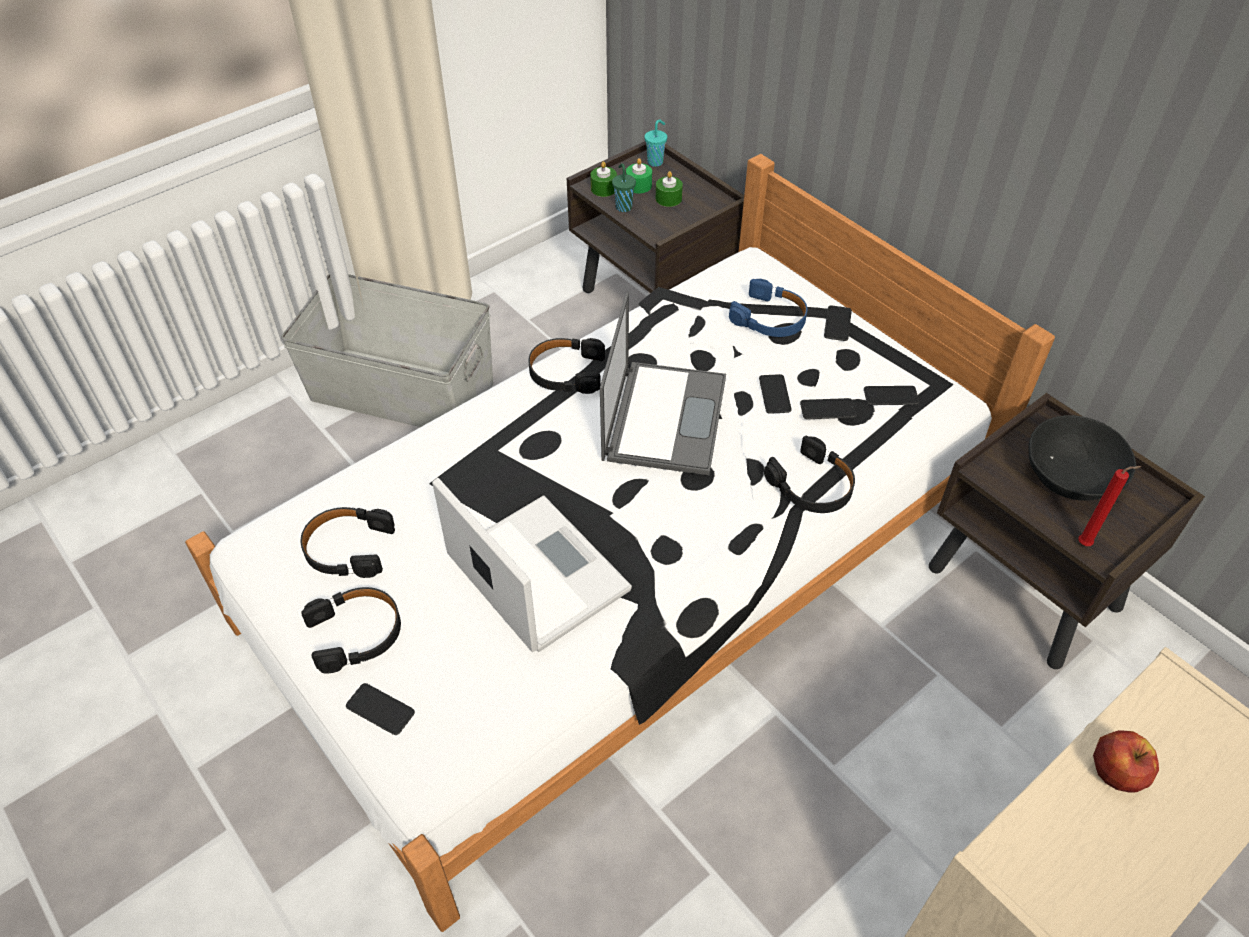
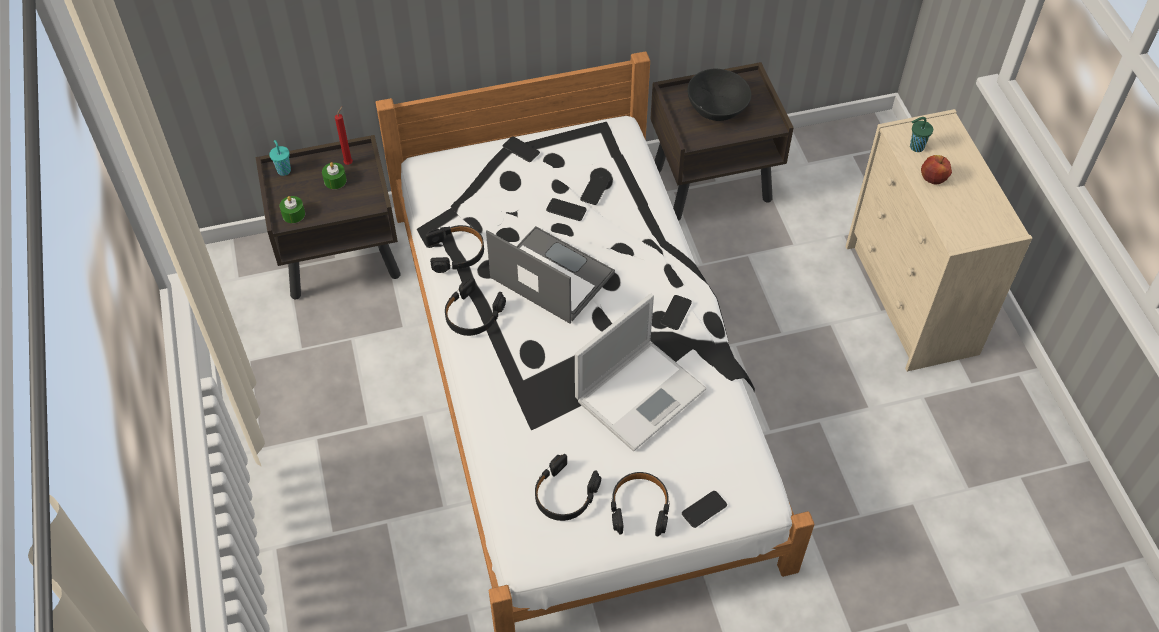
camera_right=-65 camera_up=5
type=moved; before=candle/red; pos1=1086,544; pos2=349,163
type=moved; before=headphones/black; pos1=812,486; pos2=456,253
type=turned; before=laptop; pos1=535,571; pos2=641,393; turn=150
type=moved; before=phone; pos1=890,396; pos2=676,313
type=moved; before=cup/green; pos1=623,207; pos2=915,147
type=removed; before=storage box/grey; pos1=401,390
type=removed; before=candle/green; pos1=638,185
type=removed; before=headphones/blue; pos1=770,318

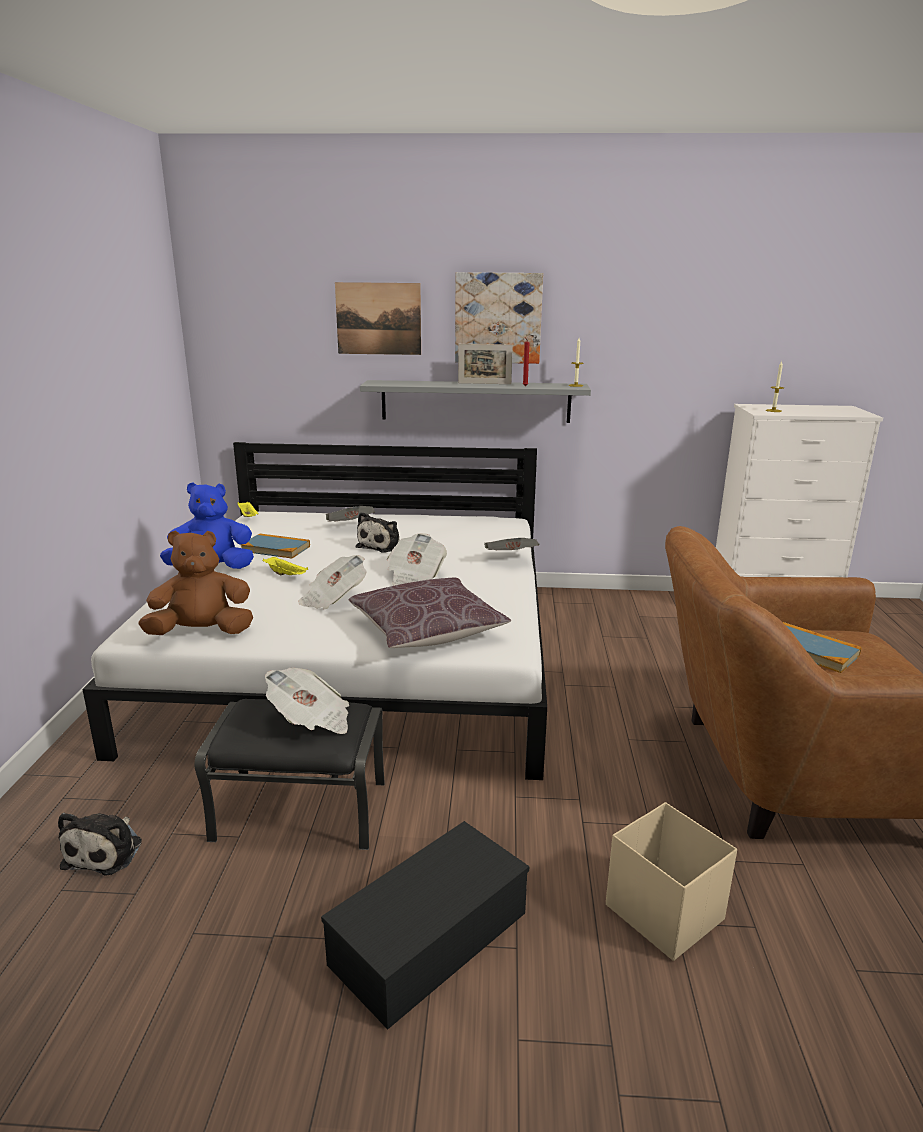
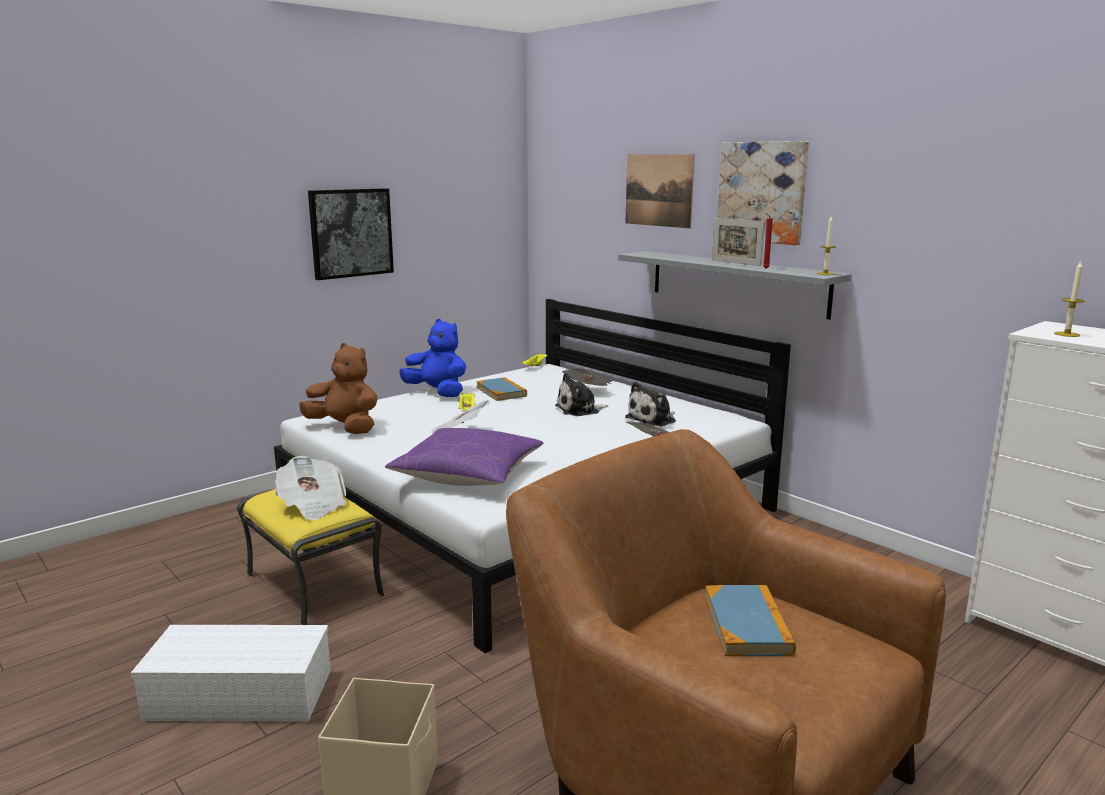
camera_right=45 camera_up=-5
type=recoloured; before=storage box/black; after=storage box/white; pos1=430,935; pos2=243,693
type=recoloured; before=ottoman/black; after=ottoman/yellow; pos1=302,810; pos2=315,584
type=added; after=picture; pos2=351,233
type=recoloured; before=pillow/brown; after=pillow/purple; pos1=427,630; pos2=467,474
type=moved; before=plush toy; pos1=106,851; pos2=653,419
type=removed; before=newspaper; pos1=414,577

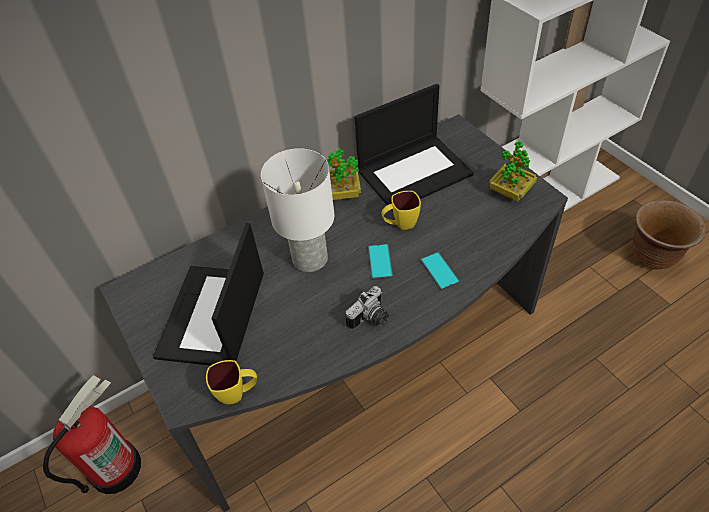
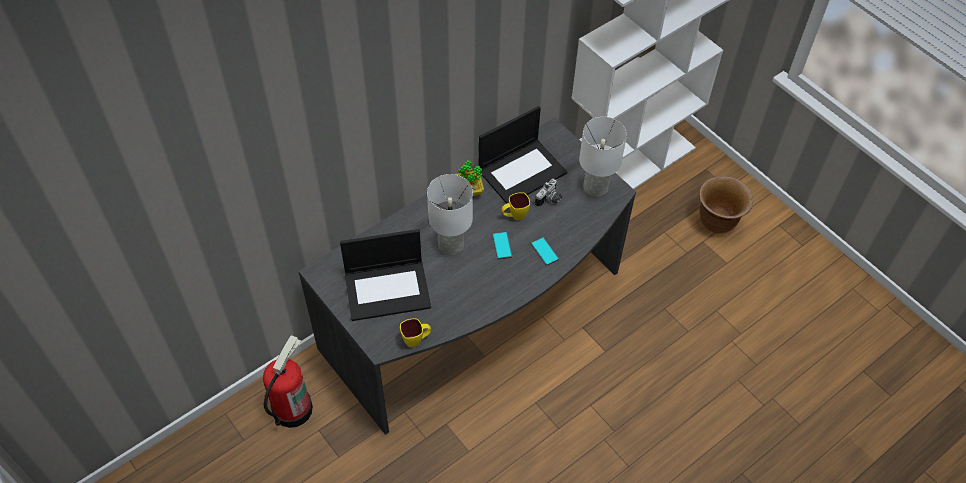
camera_right=-10 camera_up=5
type=turned; before=laptop; pos1=213,316; pos2=388,289; turn=-105
type=moved; before=photo camera; pos1=371,319; pos2=550,200
type=replaced; before=potted plant; after=table lamp/white; pos1=510,192; pos2=594,187

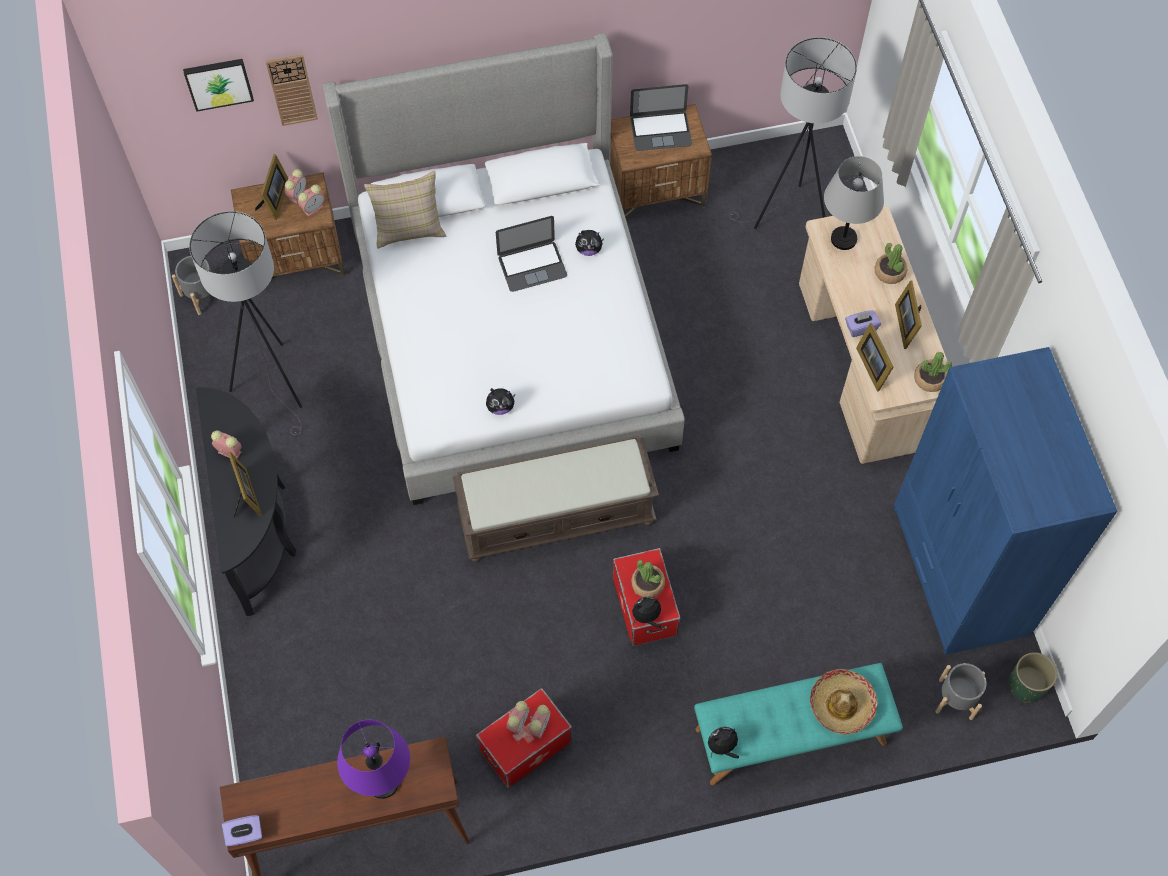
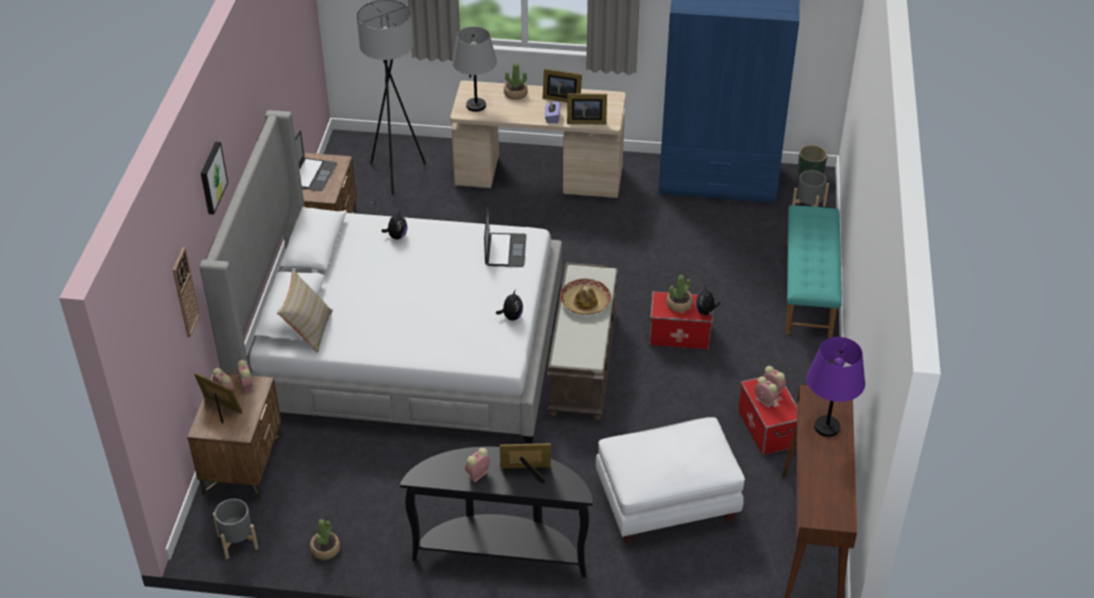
camera_right=-70 camera_up=-20
type=moved; before=picture; pos1=218,83; pos2=211,177
type=moved; before=potted plant; pos1=929,379; pos2=325,549
type=moved; before=laptop; pos1=532,266; pos2=505,250
type=moved; before=hat; pos1=841,704; pos2=585,302
type=added; after=ottoman/white; pos2=666,503
type=removed; before=floor lamp/grey; pos1=276,384
type=removed; before=tissue box/purple; pos1=245,834
type=removed; before=plush toy; pos1=722,747

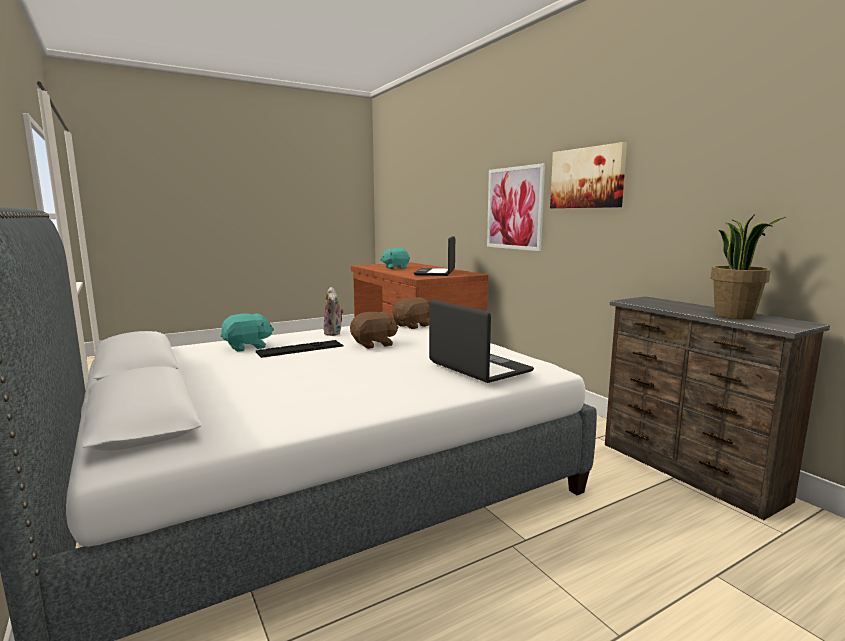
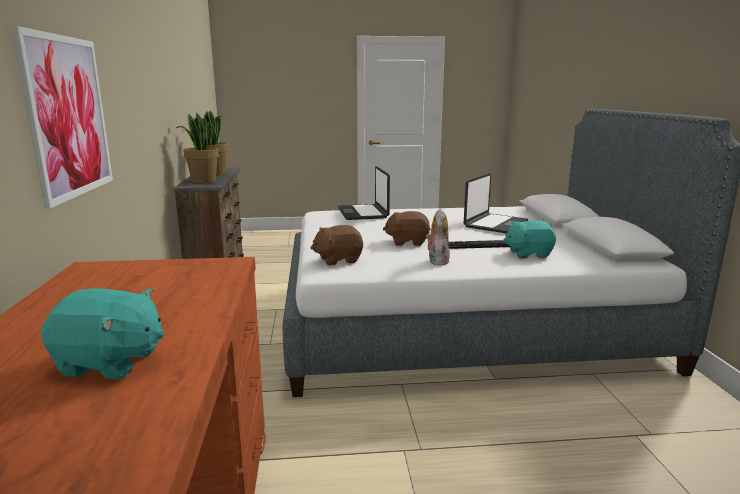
camera_right=-155 camera_up=5
type=added; after=potted plant; pos2=203,181
type=moved; before=laptop; pos1=435,273; pos2=495,224
type=removed; before=picture; pos1=587,178

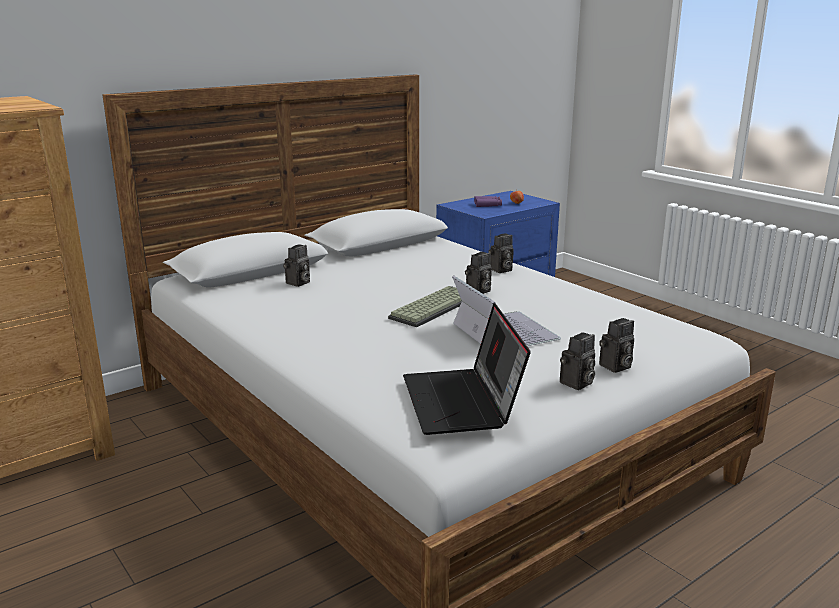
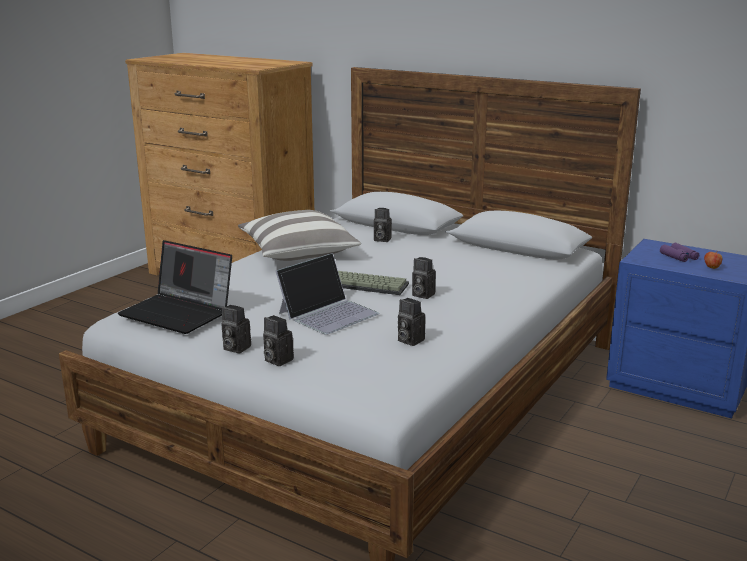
camera_right=70 camera_up=0
type=turned; before=laptop; pos1=463,402; pos2=179,313; turn=-120
type=added; after=pillow; pos2=298,252
type=moved; before=photo camera; pos1=500,270; pos2=409,340

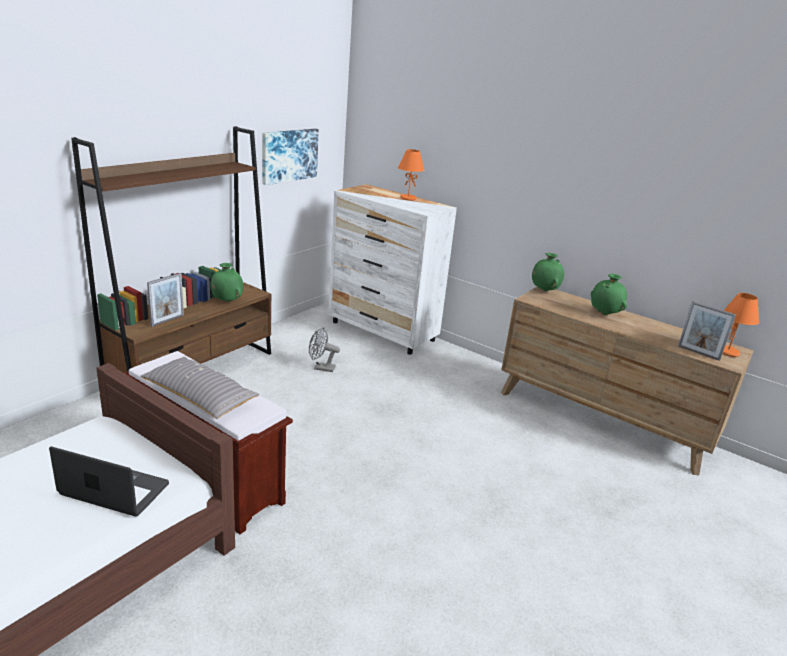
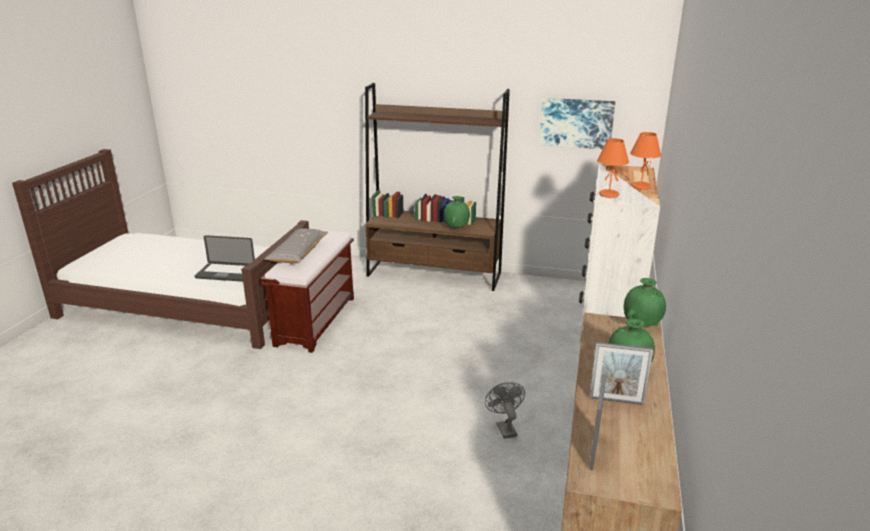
camera_right=70 camera_up=0
type=turned; before=laptop; pos1=114,490; pos2=225,273; turn=105
type=moved; before=fan/grey; pos1=321,368; pos2=504,427
type=moved; before=picture frame; pos1=167,320; pos2=616,401
type=moved; before=table lamp/orange; pos1=728,352; pos2=608,195

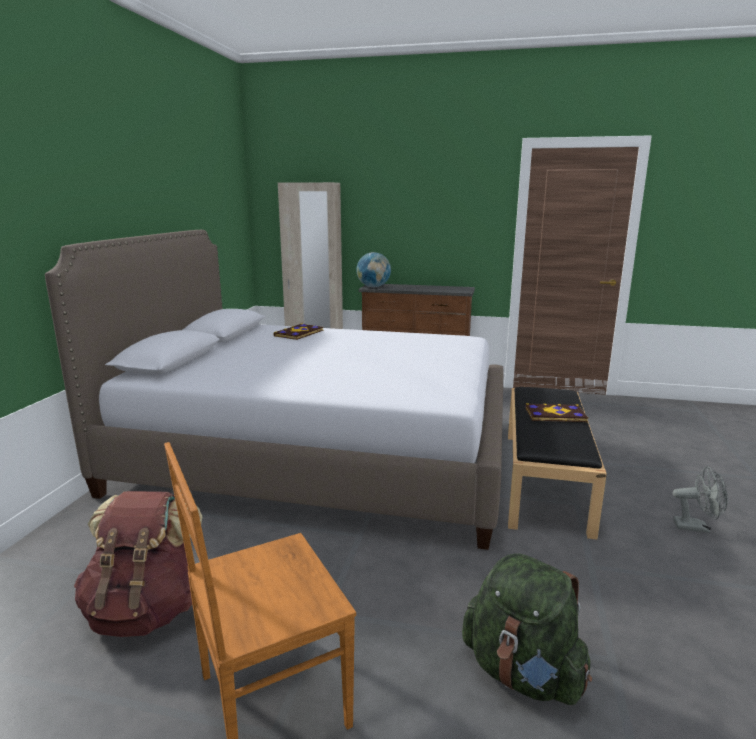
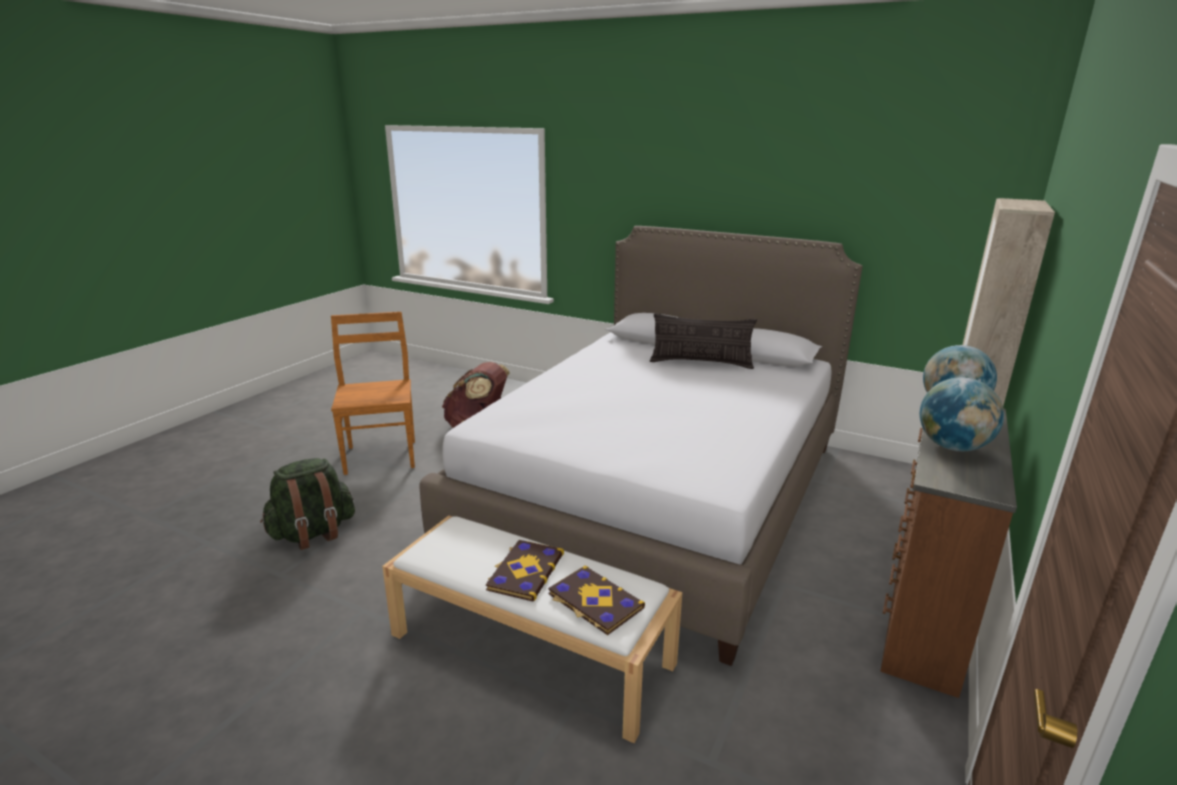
camera_right=105 camera_up=5
type=recoloured; before=bench/black; after=bench/white; pos1=543,478; pos2=533,649
type=moved; before=book; pos1=299,333; pos2=594,602
type=added; after=pillow; pos2=701,363
type=added; after=globe; pos2=952,447
type=removed; before=fan/grey; pos1=696,527

